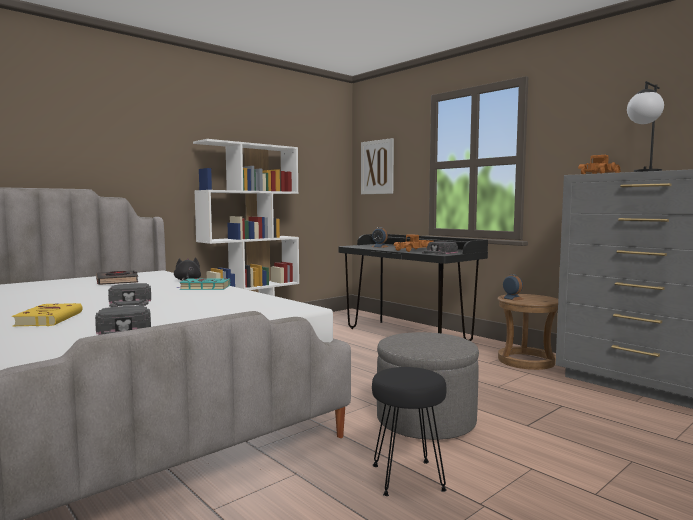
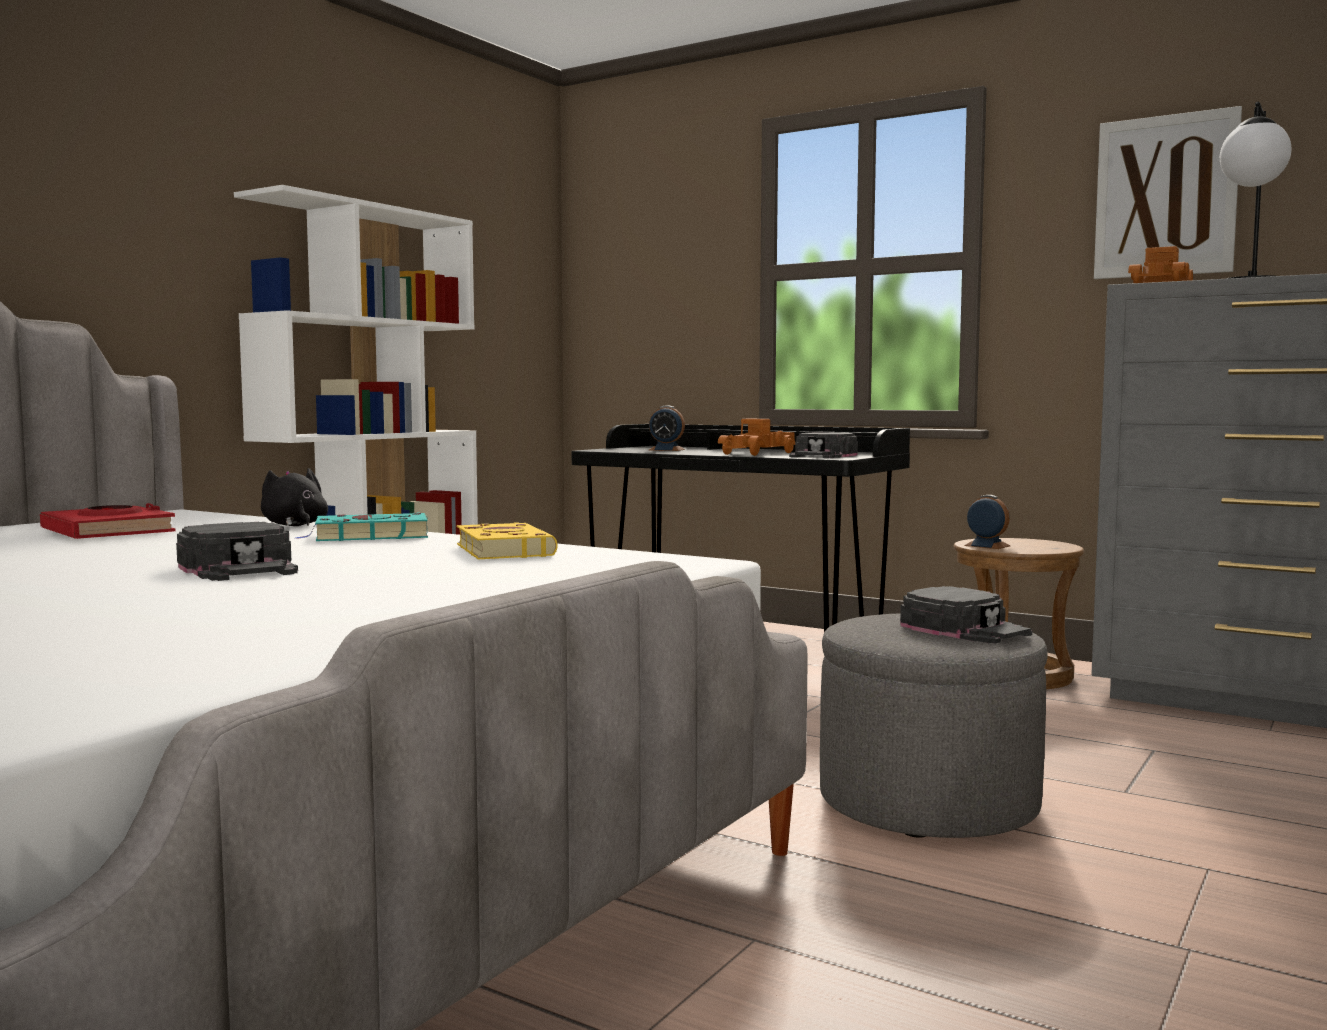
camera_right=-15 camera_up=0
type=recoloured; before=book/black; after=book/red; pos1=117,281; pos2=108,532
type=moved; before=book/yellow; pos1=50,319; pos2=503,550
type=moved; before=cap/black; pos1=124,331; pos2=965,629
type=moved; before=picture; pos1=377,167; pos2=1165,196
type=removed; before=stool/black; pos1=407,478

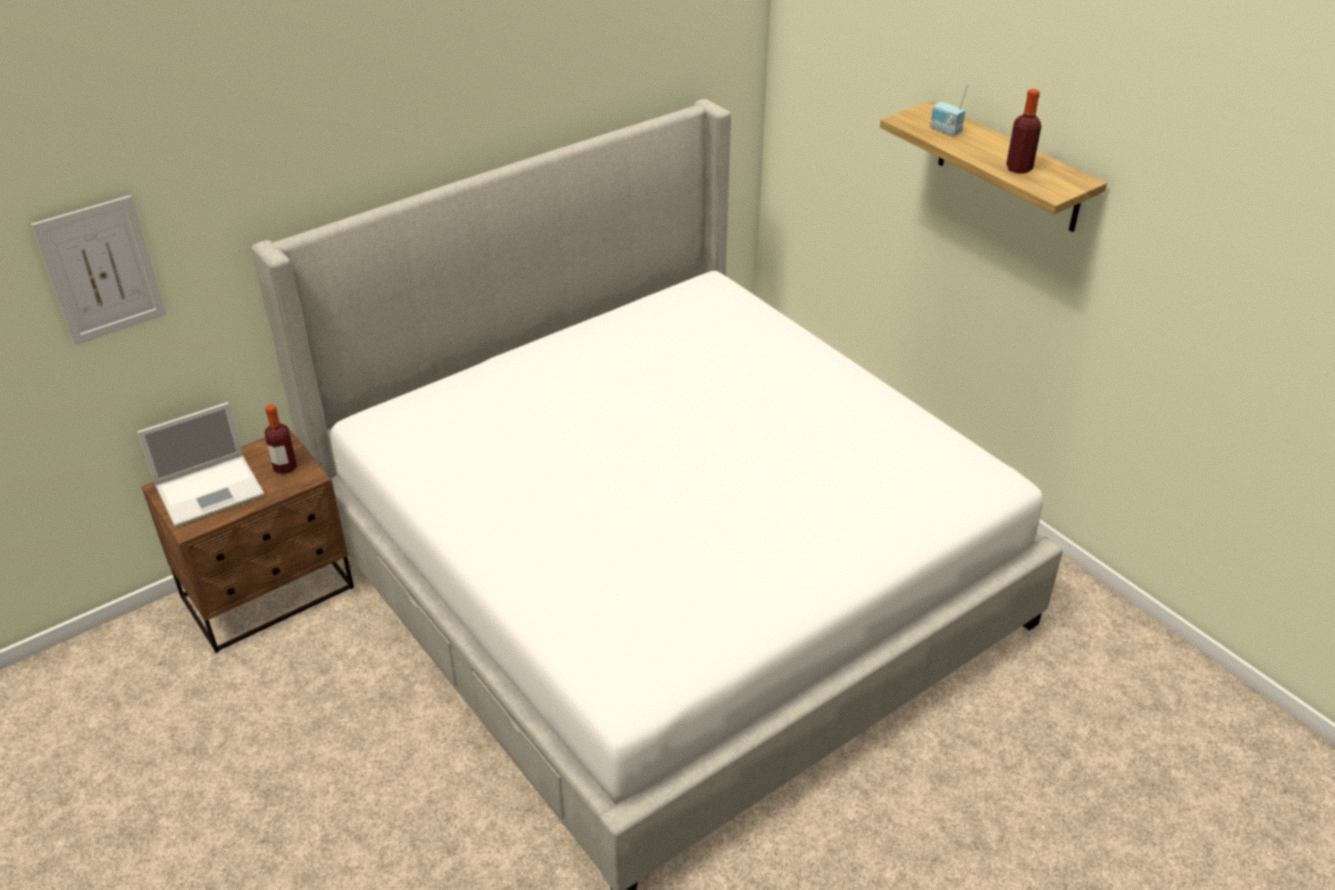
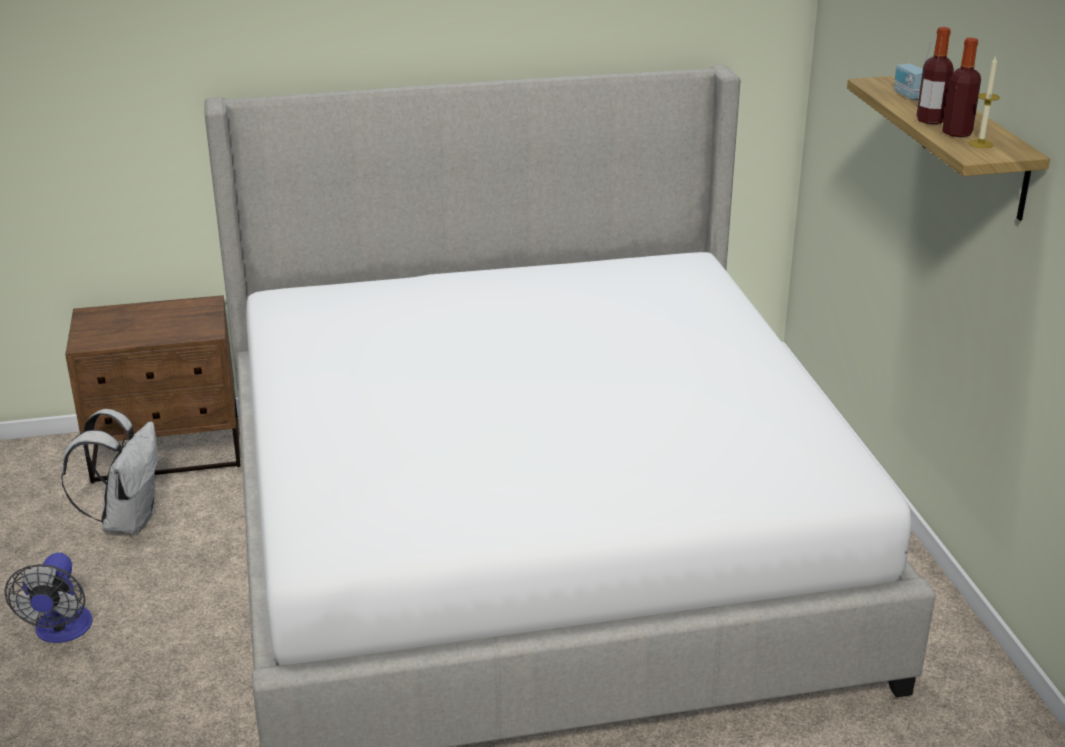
camera_right=25 camera_up=-10
type=added; after=fan; pos2=61,632
type=added; after=backpack/white; pos2=127,520
type=moved; before=bottle; pos1=285,467; pos2=930,120
type=added; after=candle; pos2=980,144
type=removed; before=picture; pos1=101,270
type=removed; before=laptop; pos1=212,490

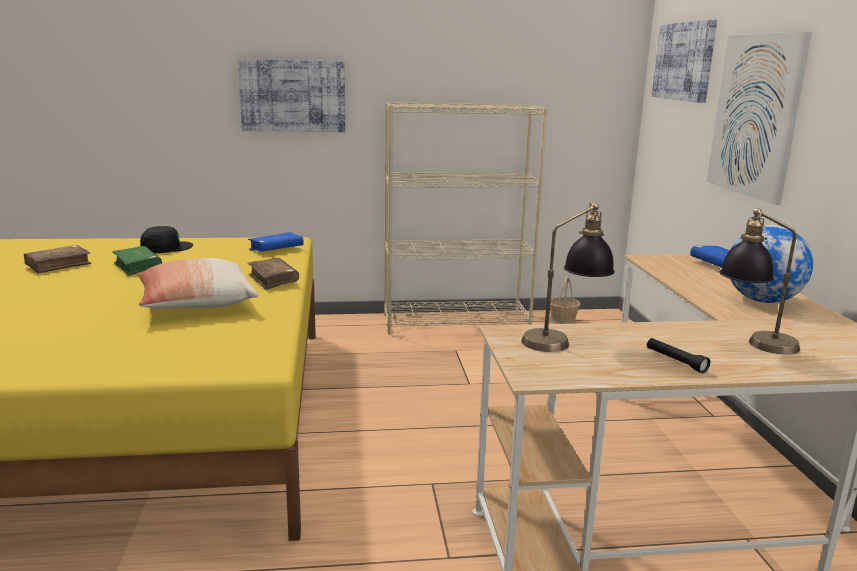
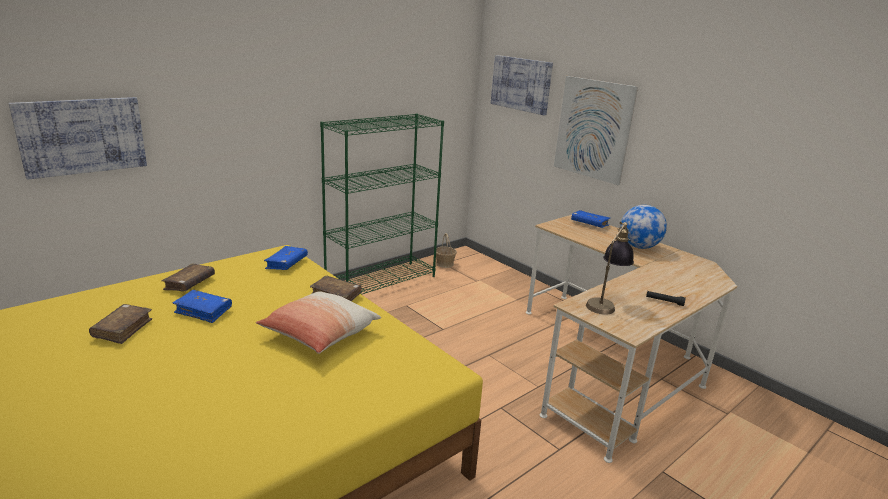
camera_right=-35 camera_up=5
type=moved; before=picture; pos1=293,96; pos2=82,136
type=replaced; before=cap/black; after=book/brown; pos1=166,248; pos2=189,283
type=recoloured; before=book/green; after=book/blue; pos1=138,267; pos2=203,311
type=recoloured; before=bookcase/beige; after=bookcase/green; pos1=456,322; pos2=381,282
type=removed; before=table lamp; pos1=753,345

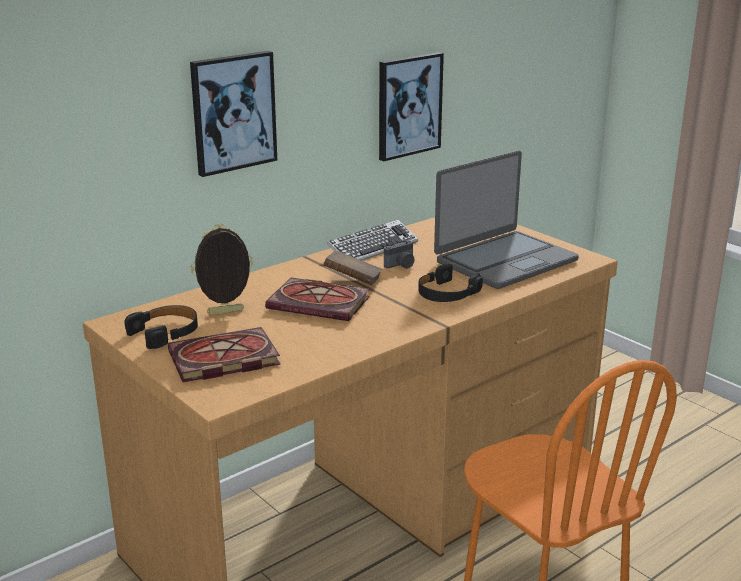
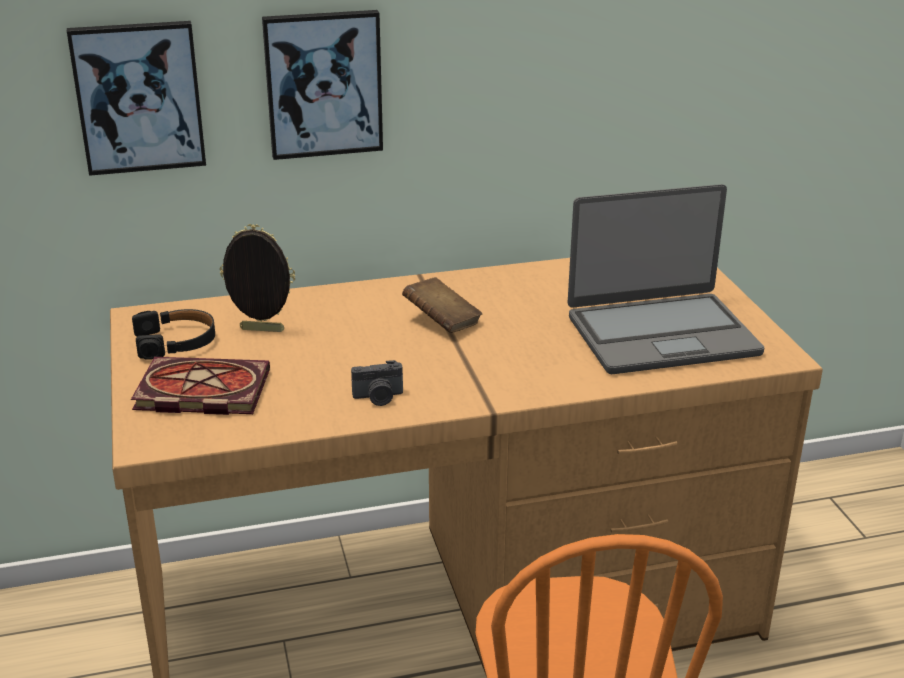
camera_right=25 camera_up=5
type=moved; before=picture; pos1=408,105; pos2=138,97
type=moved; before=photo camera; pos1=401,265; pos2=378,397
type=removed; before=book; pos1=321,303
type=removed; before=keyboard; pos1=373,248
type=removed; before=headphones/black; pos1=446,293

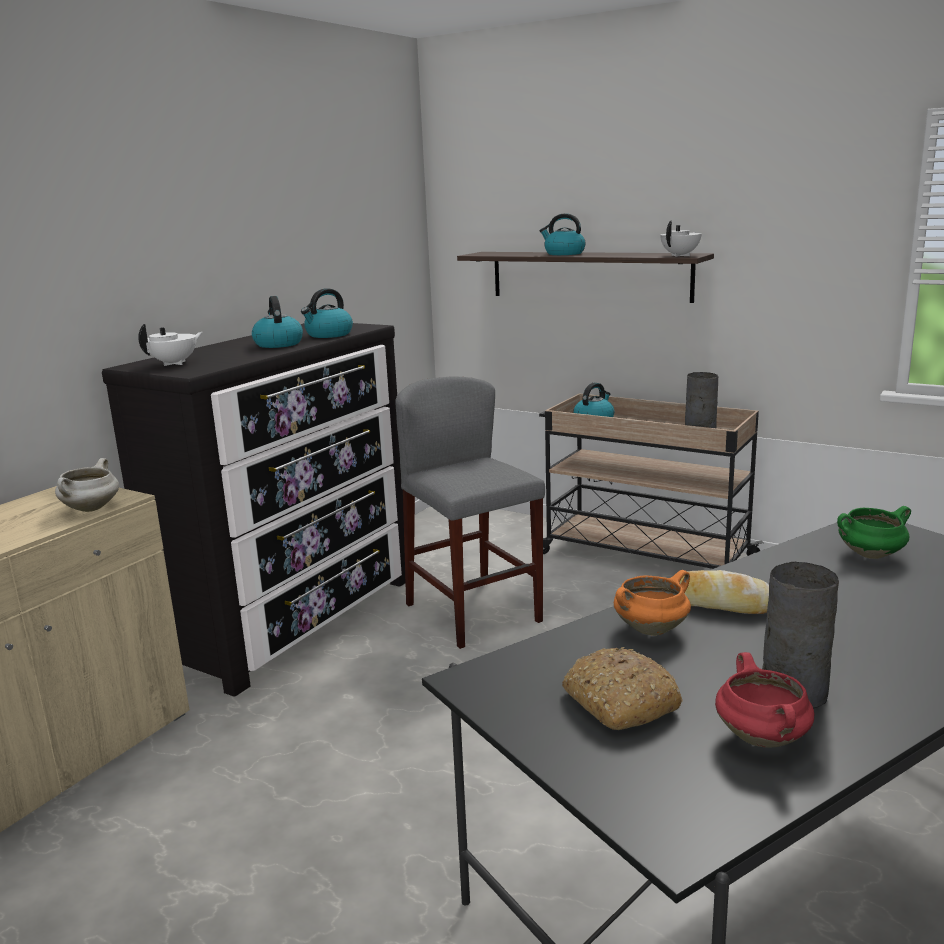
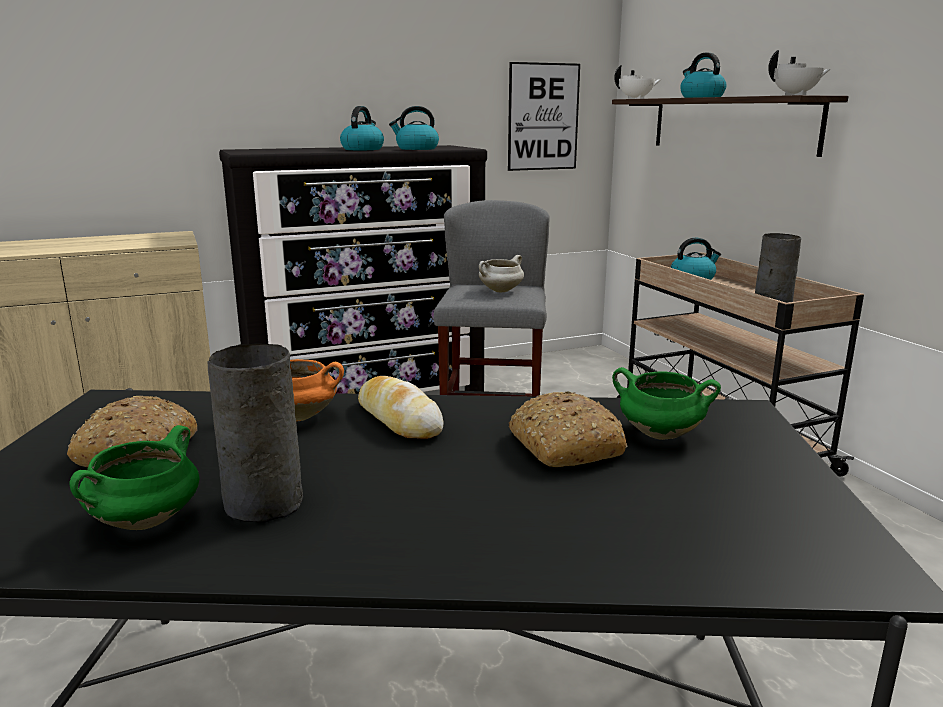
camera_right=35 camera_up=0
type=recoloured; before=cooking pot/red; after=cooking pot/green; pos1=763,739; pos2=145,522
type=moved; before=cooking pot/white; pos1=91,509; pos2=500,291
type=added; after=picture; pos2=543,117
type=added; after=bread; pos2=563,446
type=moved; before=teapot/white; pos1=175,363; pos2=636,98

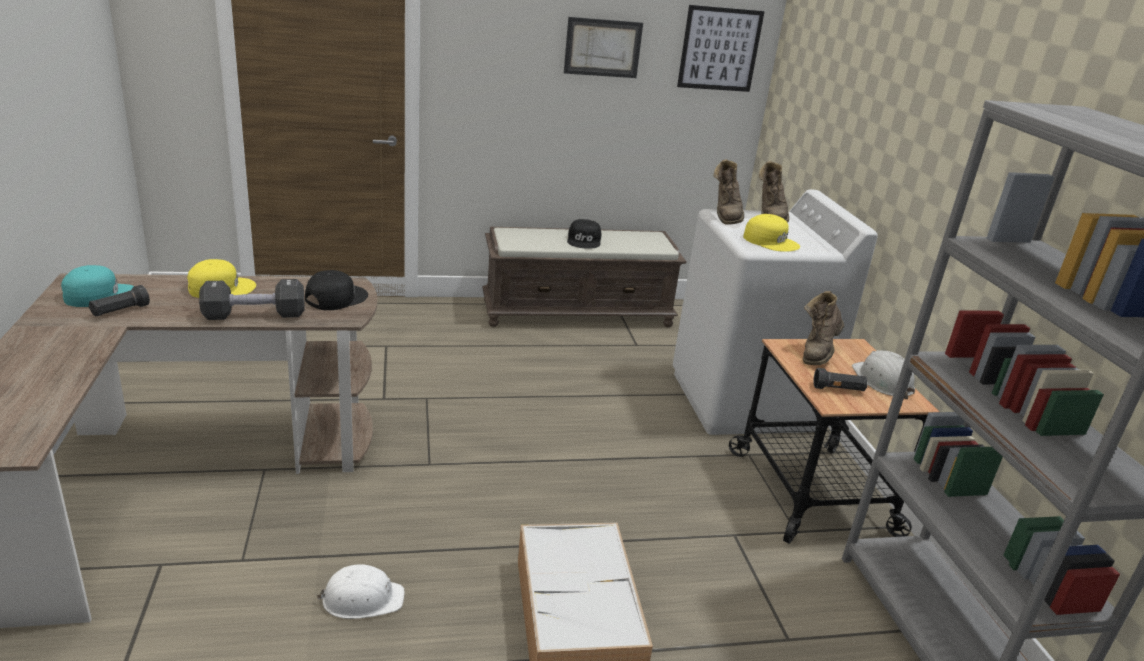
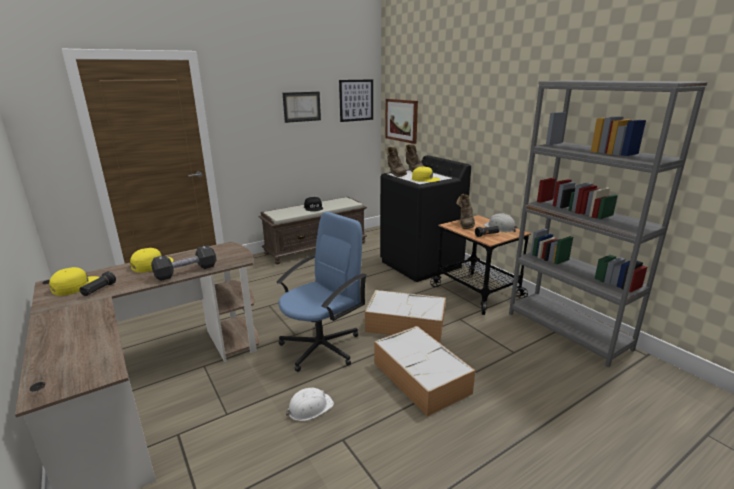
camera_right=-20 camera_up=-5
type=recoloured; before=cap/turquoise; after=cap/yellow; pos1=100,295; pos2=76,286
type=added; after=office chair/blue; pos2=322,347
type=added; after=storage box; pos2=407,324
type=recoloured; before=washing machine/white; after=washing machine/black; pos1=744,401; pos2=421,264
type=added; after=picture; pos2=401,120
type=removed; before=cap/black; pos1=335,298

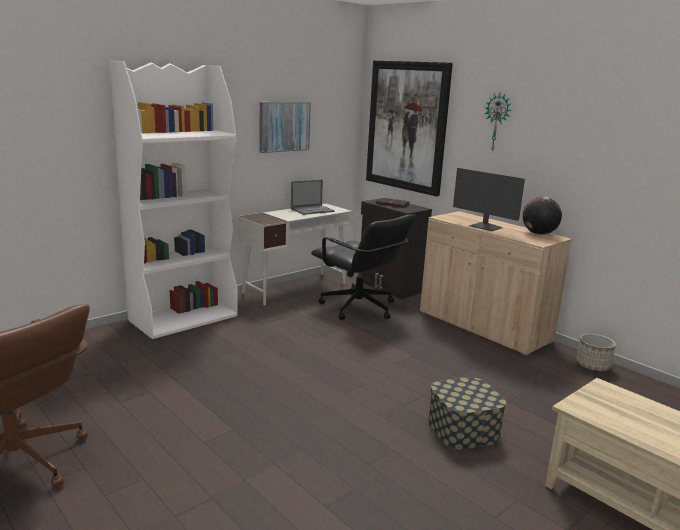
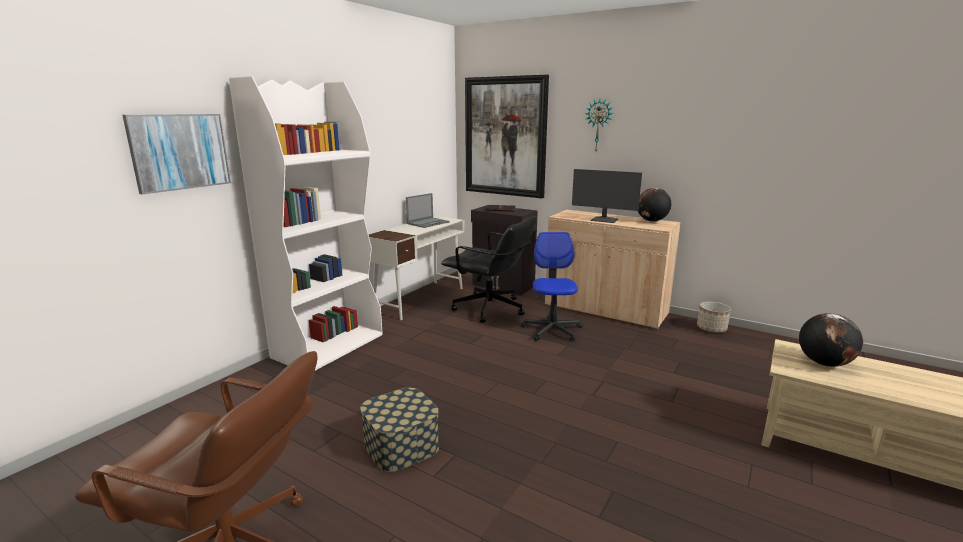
camera_right=-15 camera_up=0
type=moved; before=picture; pos1=284,126; pos2=180,152
type=moved; before=storage box; pos1=463,429; pos2=401,445
type=added; after=office chair; pos2=552,330
type=added; after=globe; pos2=823,363

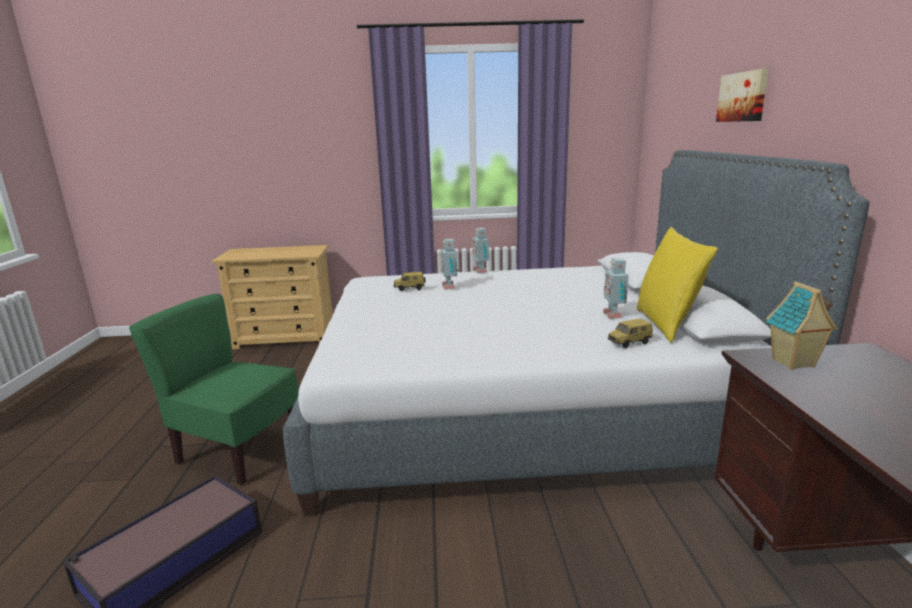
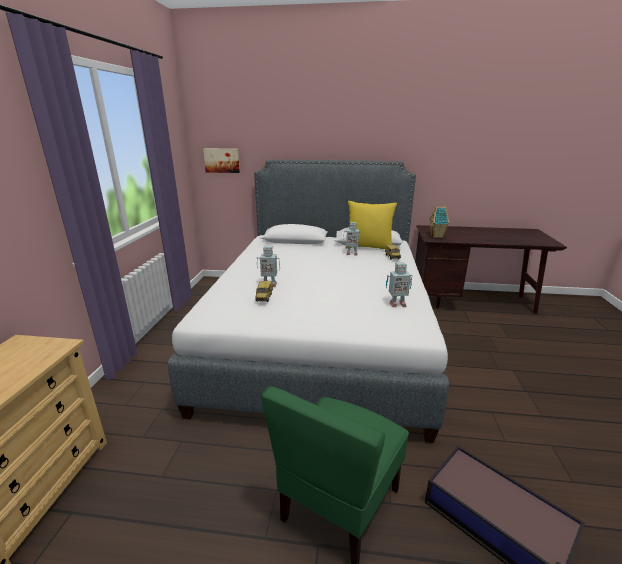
camera_right=-80 camera_up=5
type=moved; before=picture; pos1=743,97; pos2=222,160
type=moved; before=toy robot; pos1=481,271; pos2=396,304

